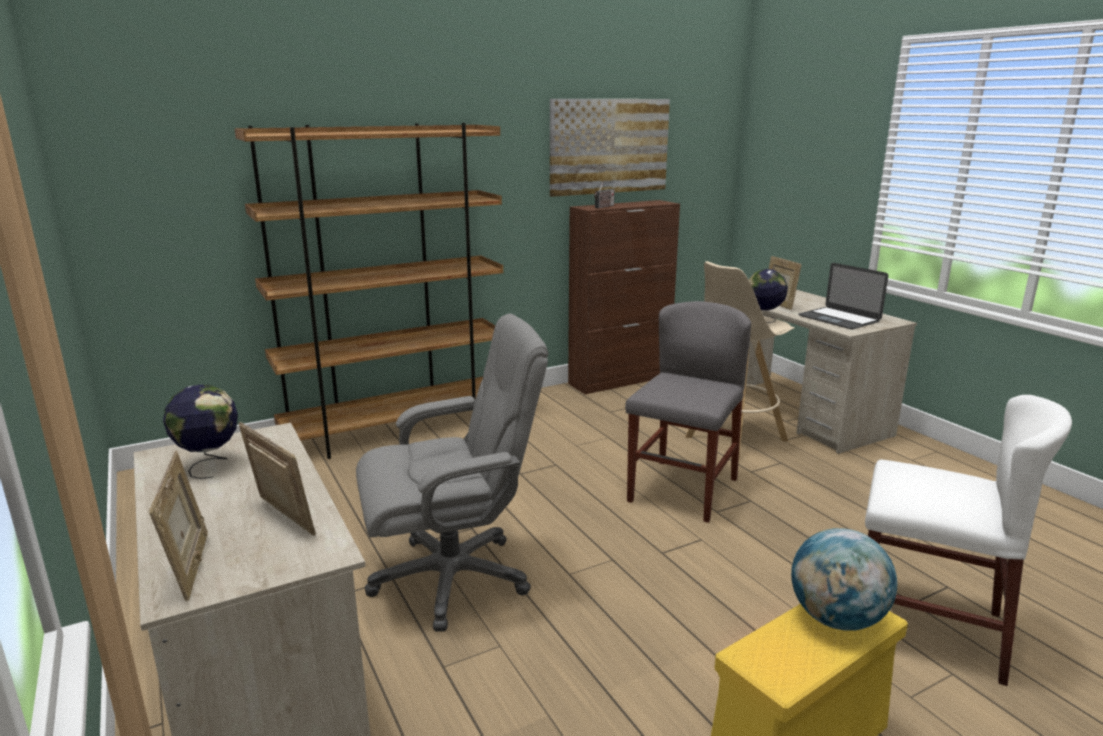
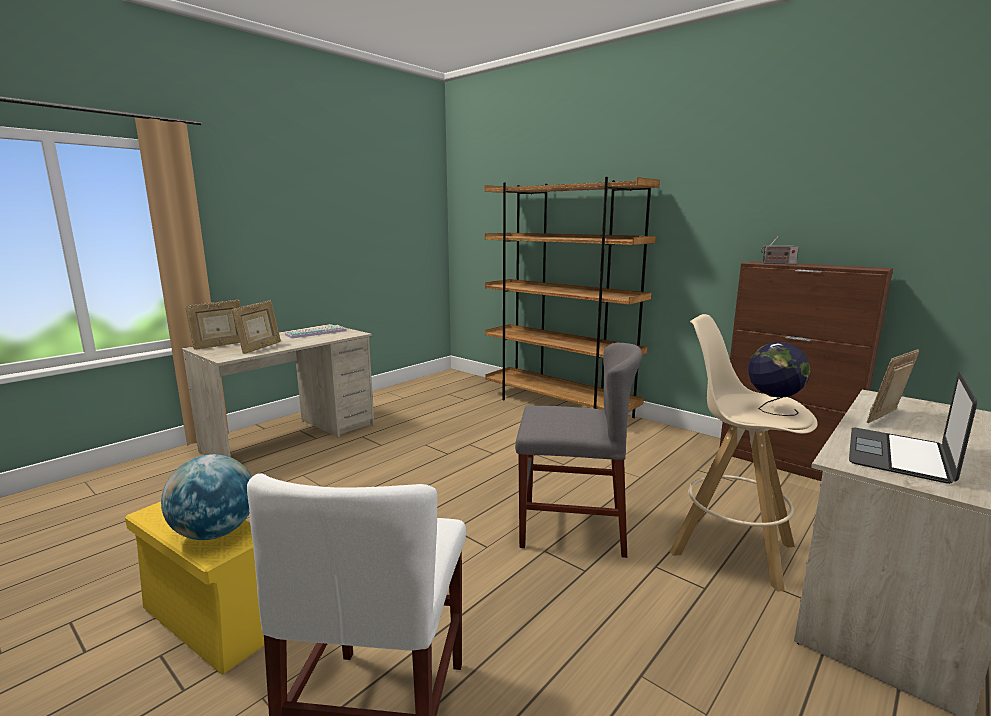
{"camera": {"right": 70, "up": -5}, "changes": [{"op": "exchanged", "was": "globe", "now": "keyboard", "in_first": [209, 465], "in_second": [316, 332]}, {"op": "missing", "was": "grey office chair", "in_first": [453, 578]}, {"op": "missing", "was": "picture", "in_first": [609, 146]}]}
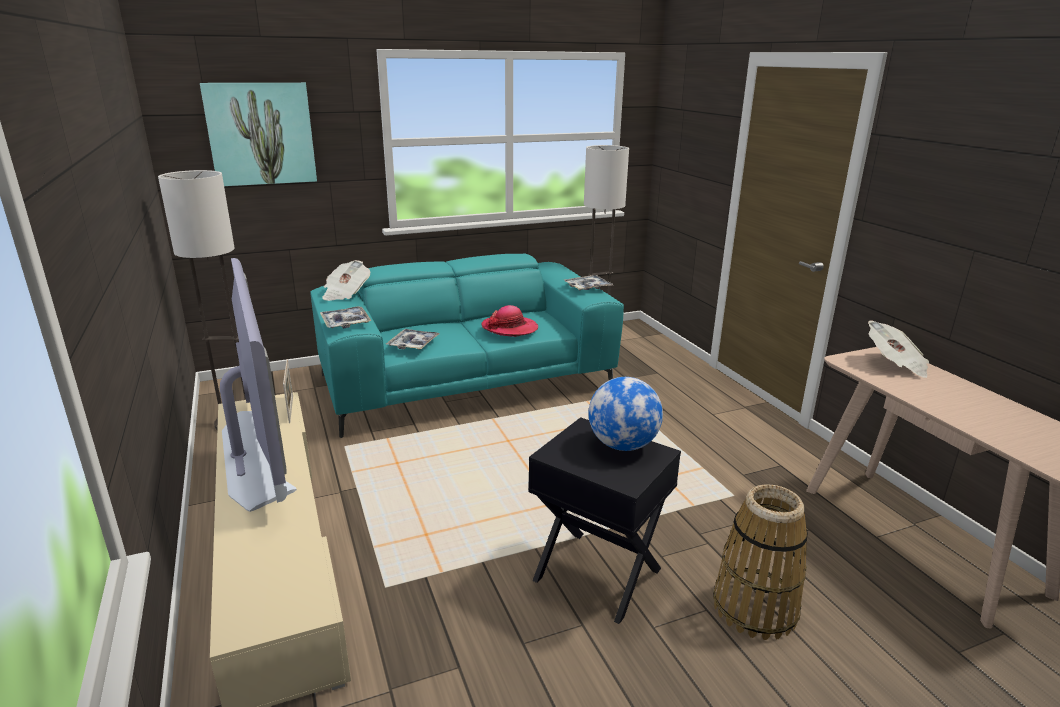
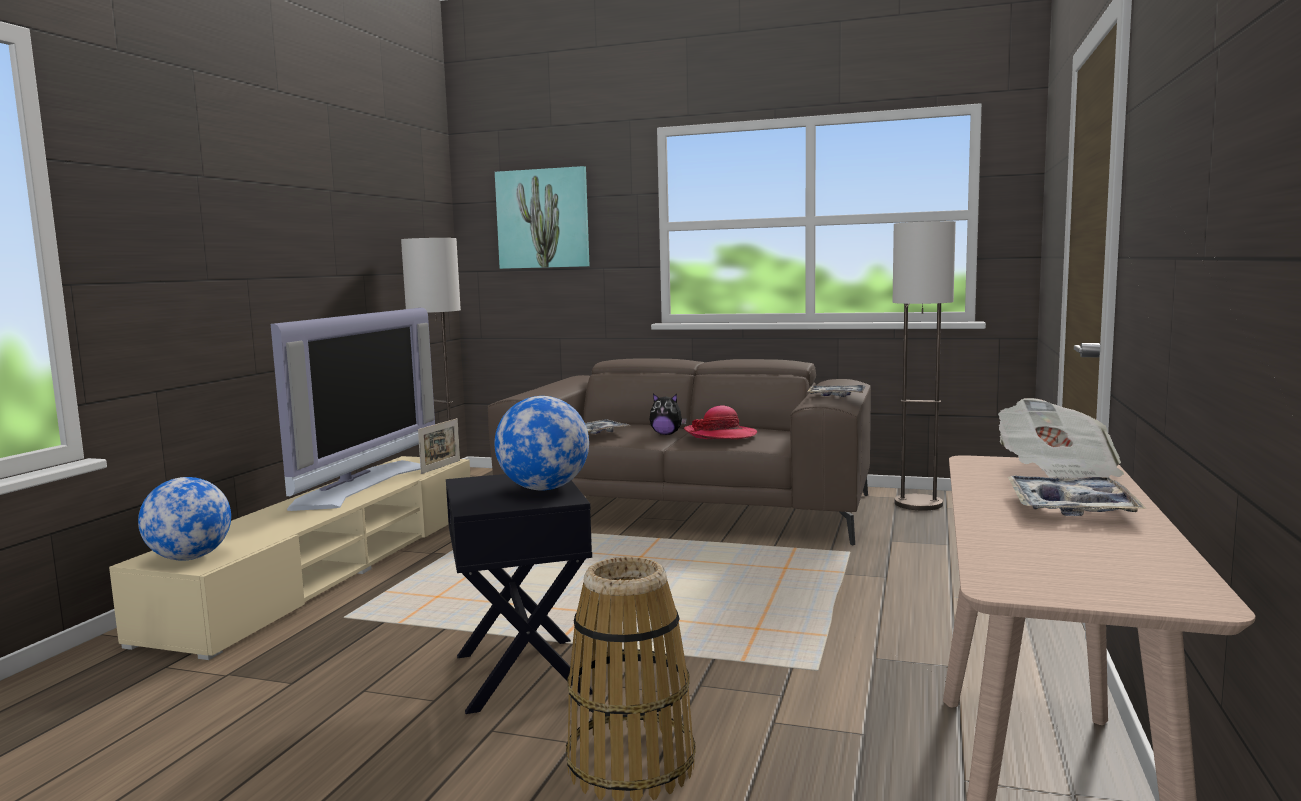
{"camera": {"right": 40, "up": -15}, "changes": [{"op": "appeared", "now": "globe", "in_second": [189, 558]}, {"op": "colour", "was": "turquoise sofa", "now": "brown sofa", "in_first": [466, 382], "in_second": [689, 508]}, {"op": "appeared", "now": "plush toy", "in_second": [666, 434]}, {"op": "relocated", "was": "tray", "in_first": [345, 322], "in_second": [1070, 507]}, {"op": "missing", "was": "newspaper", "in_first": [345, 294]}]}
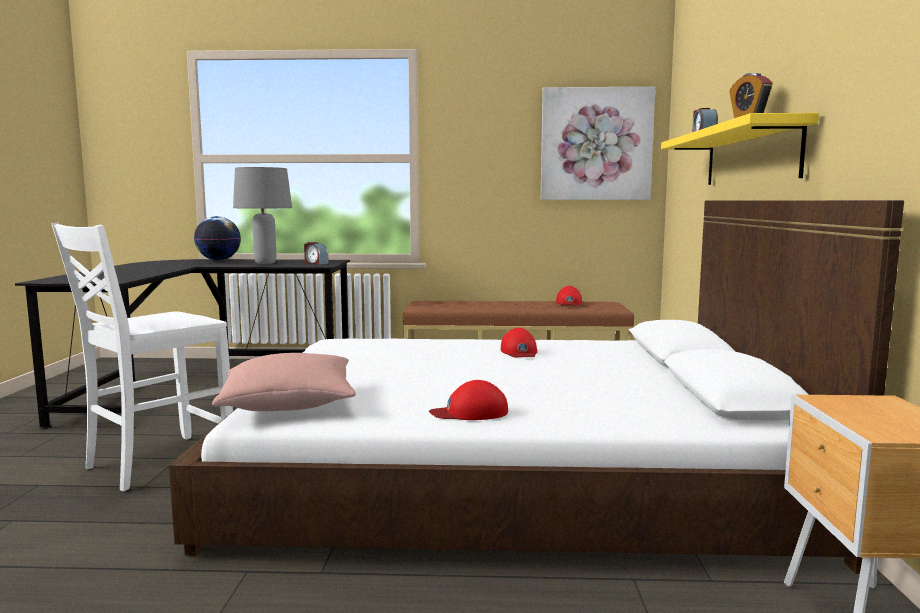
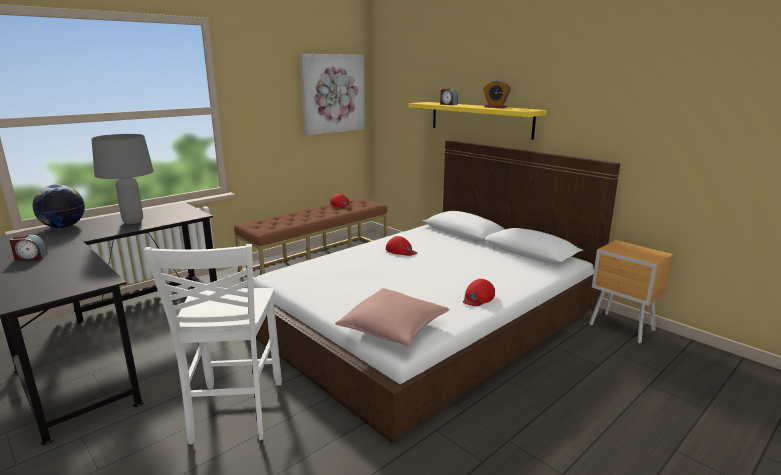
{"camera": {"right": -45, "up": 10}, "changes": [{"op": "relocated", "was": "alarm clock", "in_first": [315, 263], "in_second": [30, 257]}]}
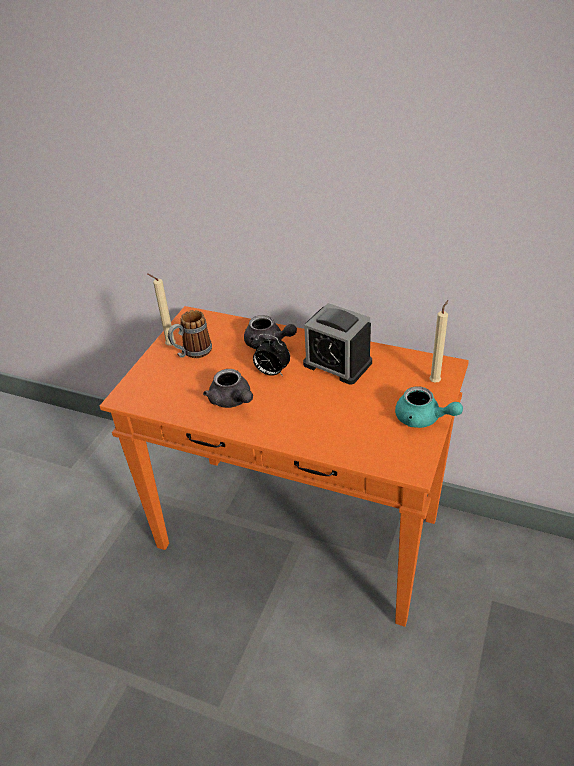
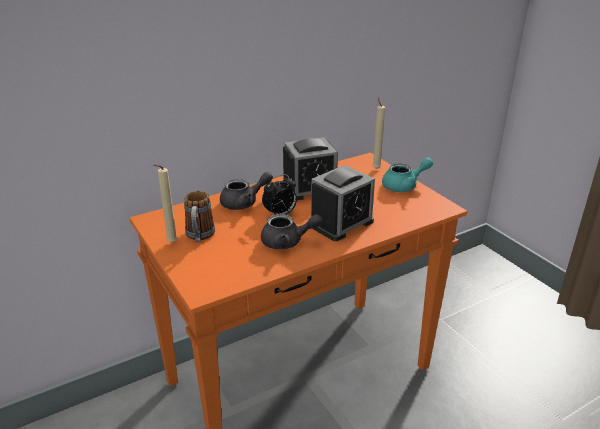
{"camera": {"right": -55, "up": -10}, "changes": [{"op": "appeared", "now": "alarm clock", "in_second": [341, 223]}]}
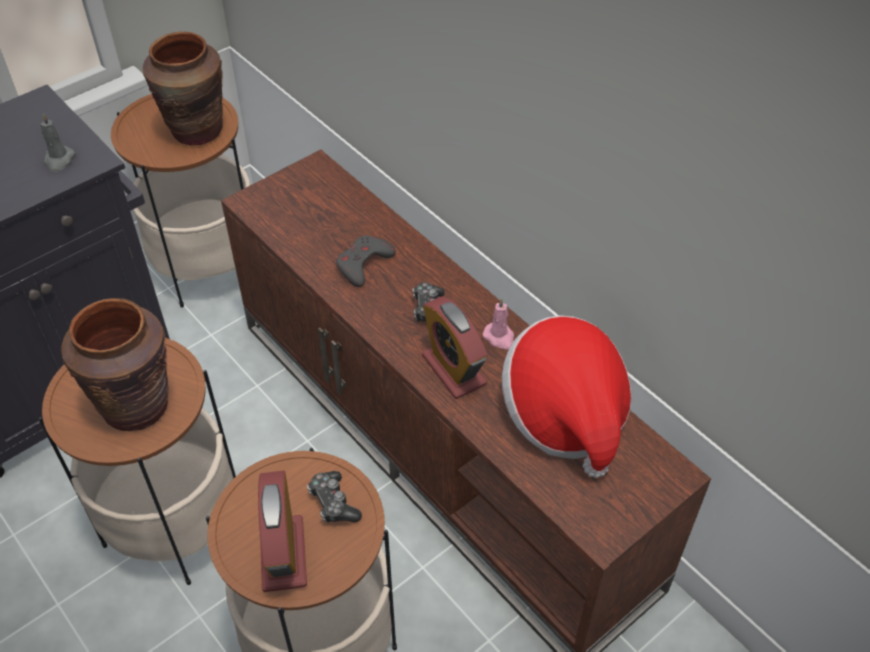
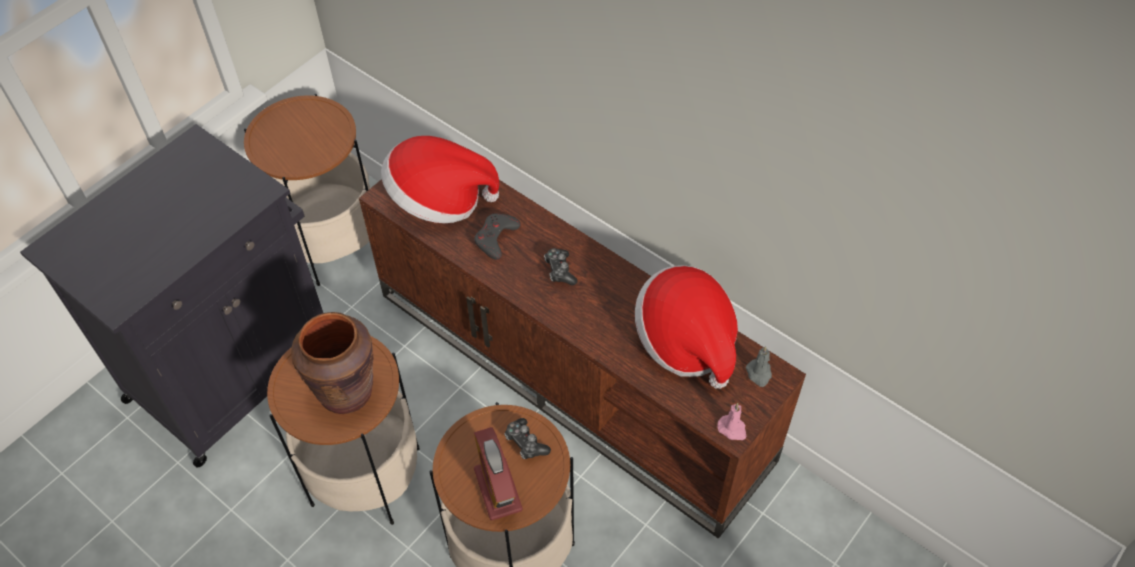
{"camera": {"right": -10, "up": 5}, "changes": [{"op": "appeared", "now": "hat", "in_second": [439, 200]}, {"op": "relocated", "was": "pink candle", "in_first": [499, 337], "in_second": [732, 429]}, {"op": "relocated", "was": "grey candle", "in_first": [59, 160], "in_second": [759, 374]}, {"op": "missing", "was": "brown vase", "in_first": [196, 131]}, {"op": "missing", "was": "alarm clock", "in_first": [453, 370]}]}
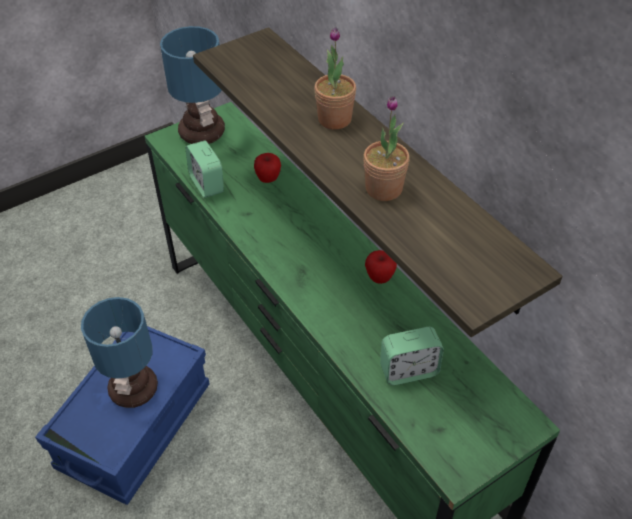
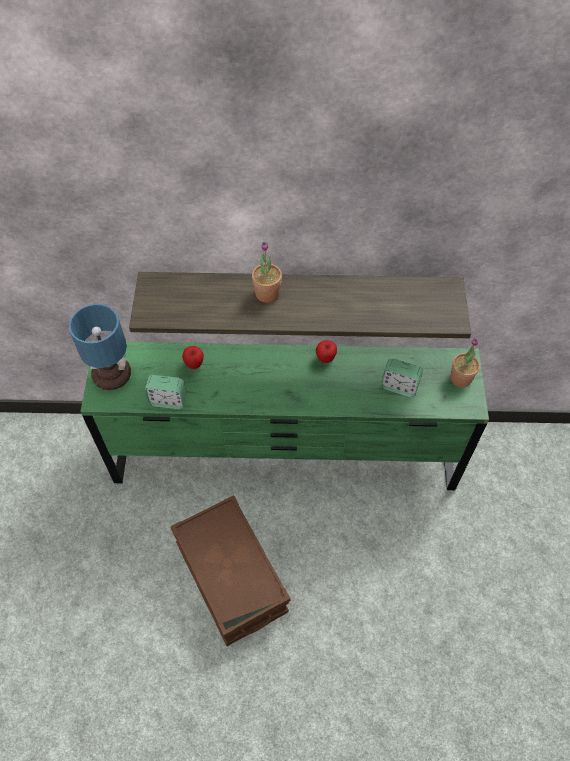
{"camera": {"right": -55, "up": 10}, "changes": [{"op": "colour", "was": "blue storage box", "now": "brown storage box", "in_first": [135, 426], "in_second": [231, 578]}, {"op": "spun", "was": "alarm clock", "in_first": [409, 370], "in_second": [399, 386], "clockwise": 90}, {"op": "relocated", "was": "potted plant", "in_first": [383, 189], "in_second": [460, 378]}, {"op": "missing", "was": "table lamp", "in_first": [133, 387]}]}
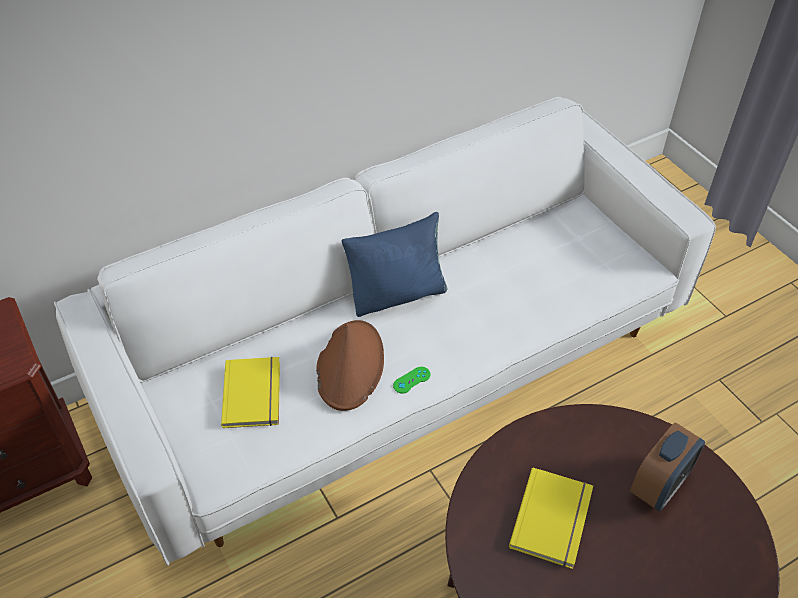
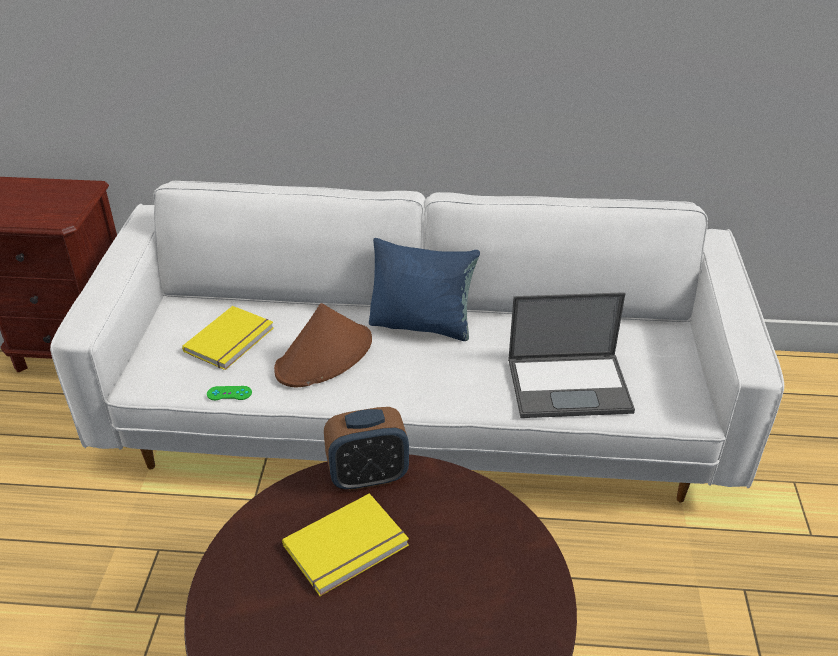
{"camera": {"right": 35, "up": -10}, "changes": [{"op": "relocated", "was": "green game controller", "in_first": [411, 380], "in_second": [229, 393]}, {"op": "relocated", "was": "alarm clock", "in_first": [659, 486], "in_second": [368, 476]}, {"op": "appeared", "now": "laptop", "in_second": [570, 385]}]}
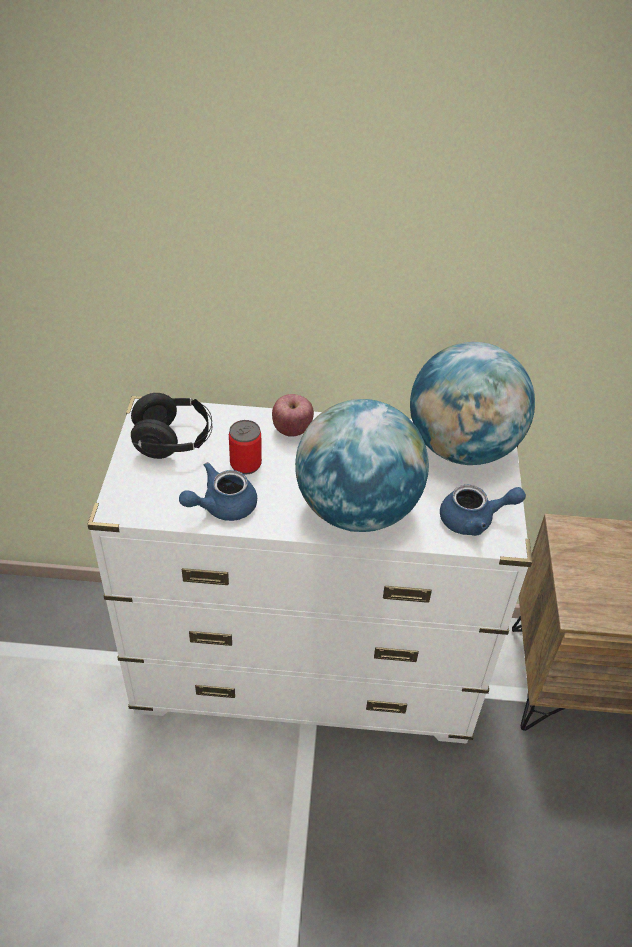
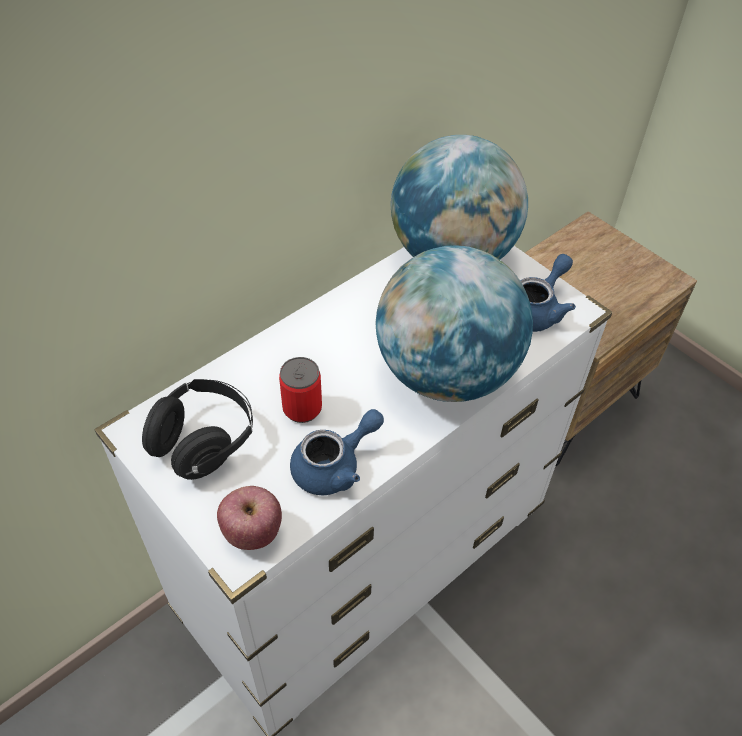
{"camera": {"right": -45, "up": 5}, "changes": [{"op": "relocated", "was": "apple", "in_first": [292, 430], "in_second": [252, 532]}, {"op": "spun", "was": "blue teapot", "in_first": [222, 506], "in_second": [335, 466], "clockwise": -135}]}
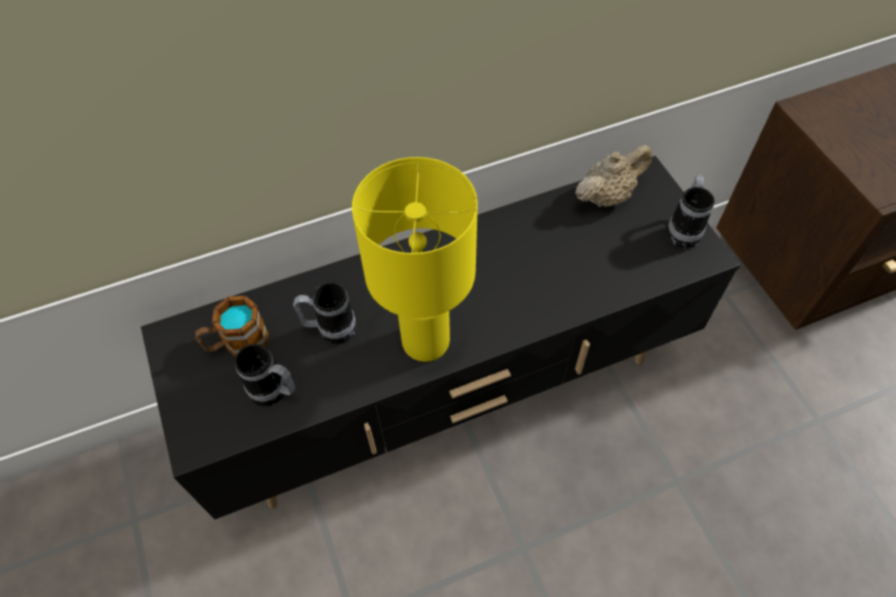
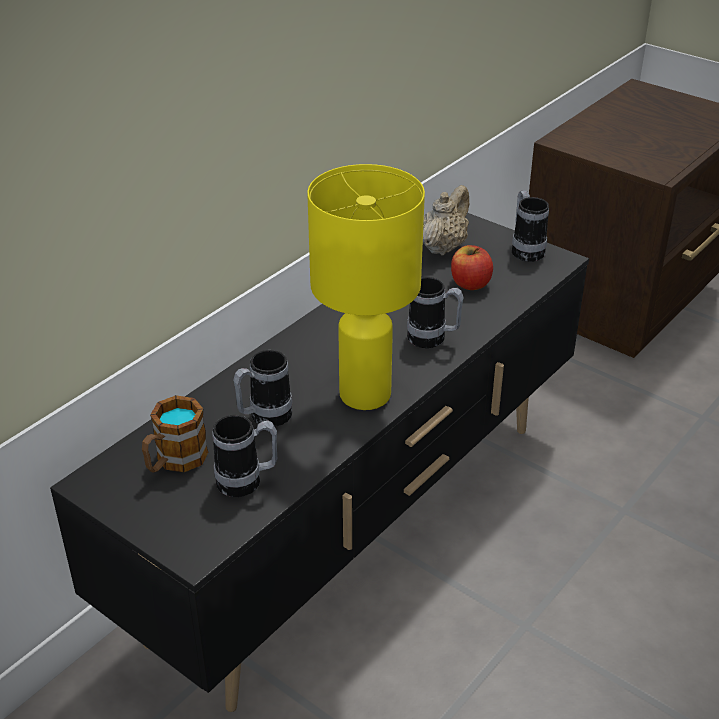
{"camera": {"right": -30, "up": -20}, "changes": [{"op": "appeared", "now": "mug", "in_second": [433, 340]}, {"op": "appeared", "now": "apple", "in_second": [470, 284]}]}
